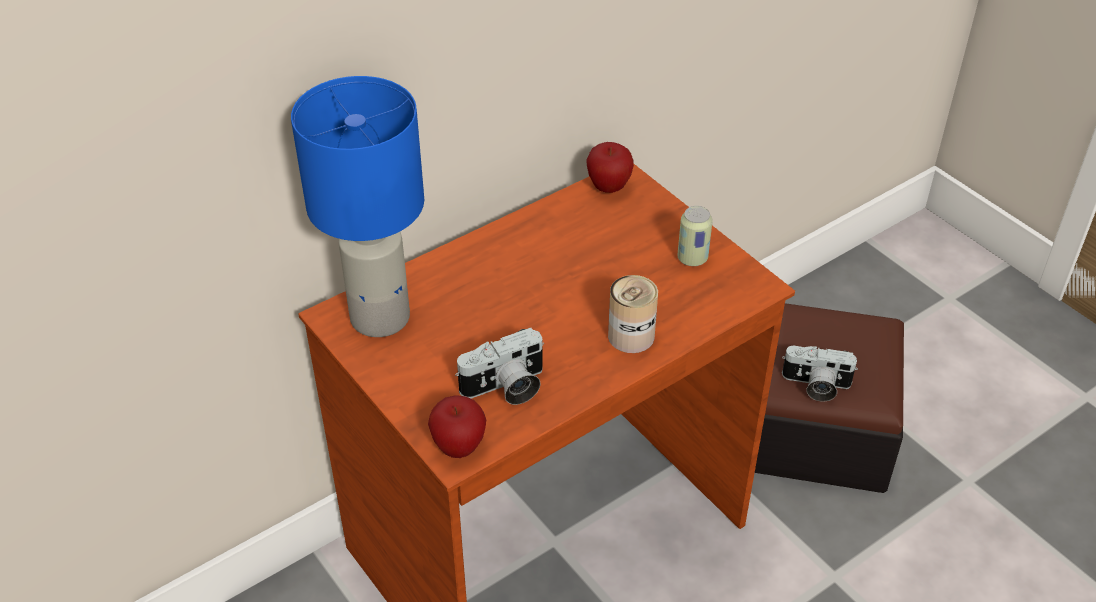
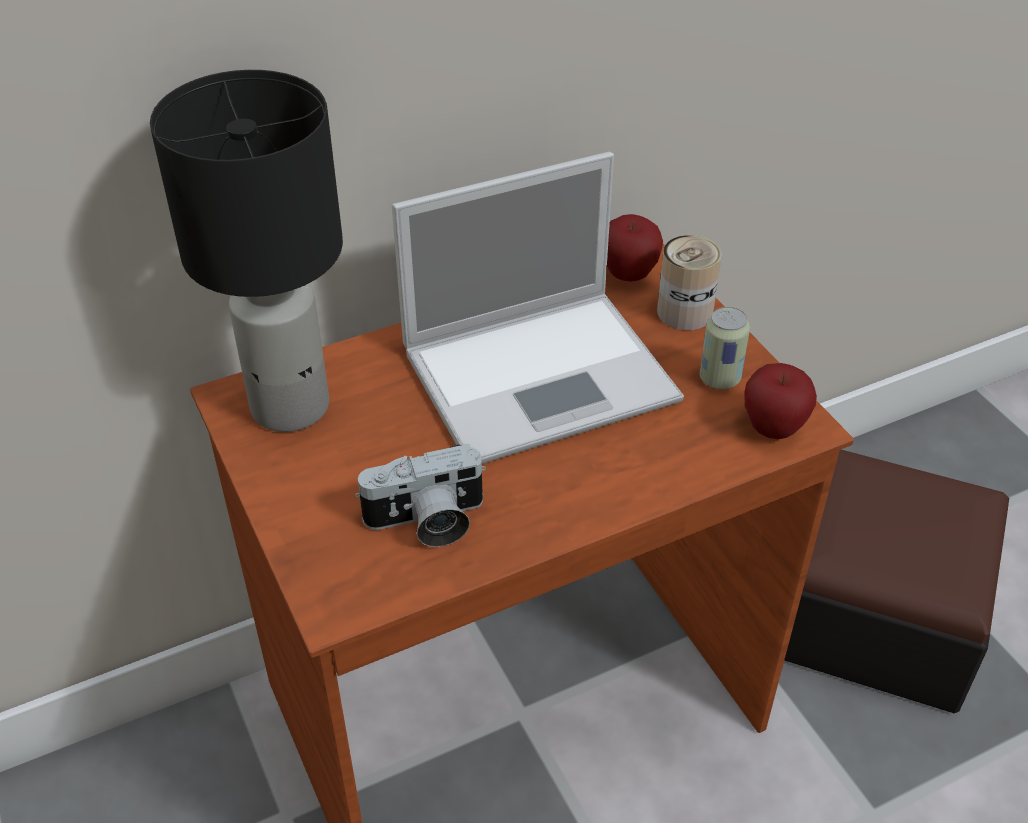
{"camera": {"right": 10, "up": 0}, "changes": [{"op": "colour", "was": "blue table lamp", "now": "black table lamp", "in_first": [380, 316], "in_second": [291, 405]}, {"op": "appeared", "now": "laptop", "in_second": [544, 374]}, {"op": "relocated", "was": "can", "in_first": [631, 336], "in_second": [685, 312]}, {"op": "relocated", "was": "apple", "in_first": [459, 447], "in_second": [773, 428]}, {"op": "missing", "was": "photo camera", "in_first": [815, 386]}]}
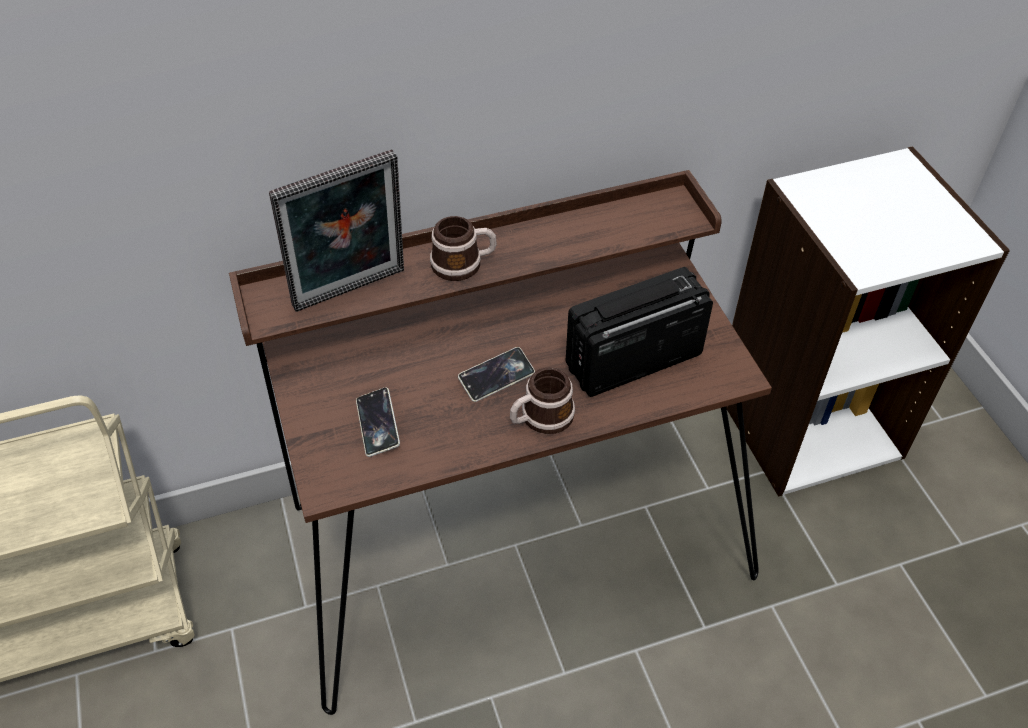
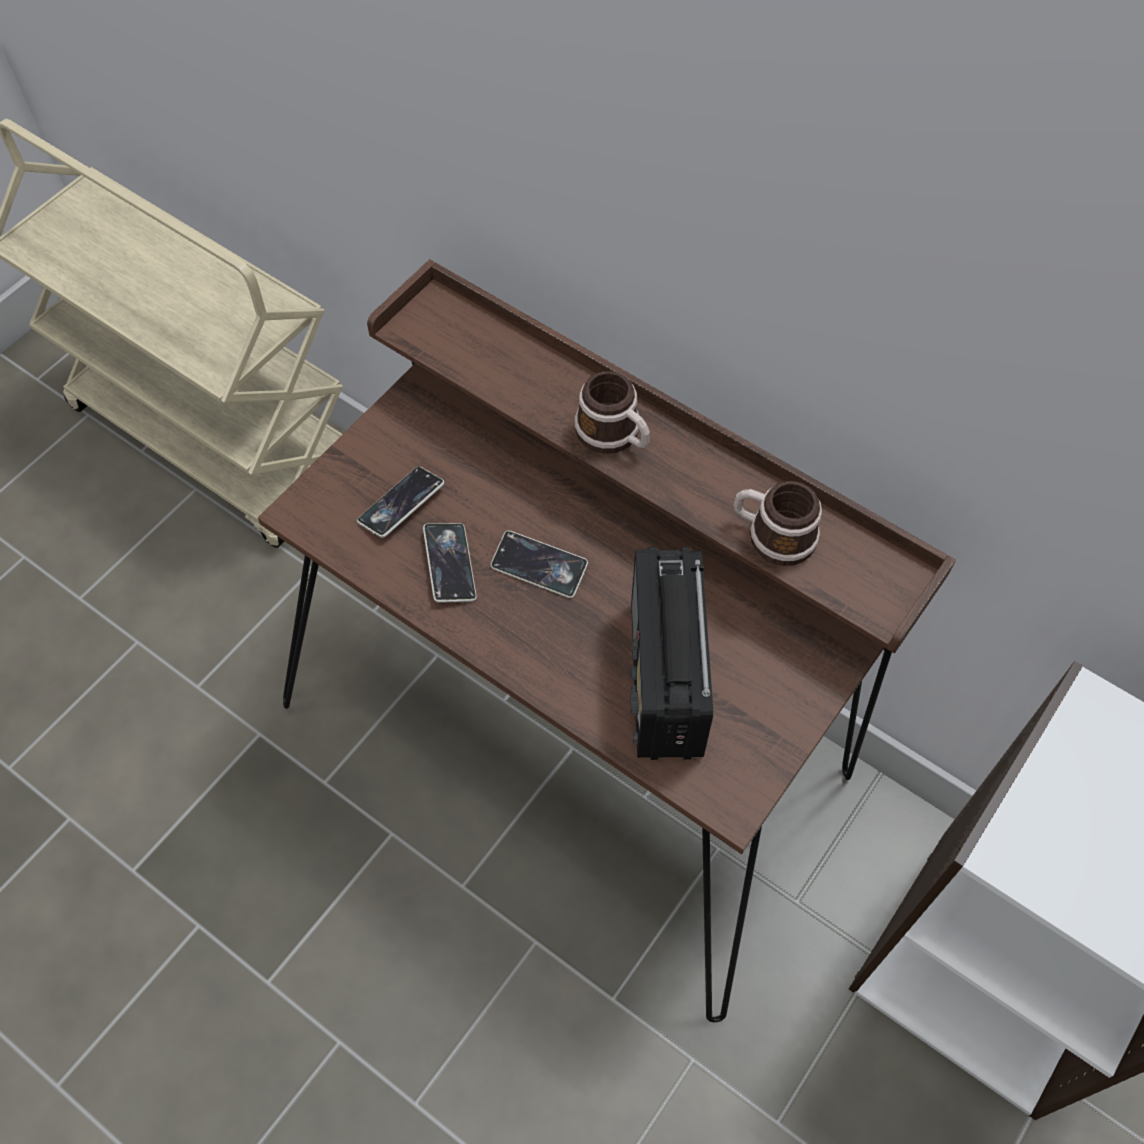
{"camera": {"right": 55, "up": 10}, "changes": [{"op": "appeared", "now": "phone", "in_second": [450, 565]}, {"op": "spun", "was": "radio", "in_first": [632, 360], "in_second": [665, 681], "clockwise": -120}, {"op": "relocated", "was": "mug", "in_first": [540, 418], "in_second": [772, 534]}, {"op": "missing", "was": "picture frame", "in_first": [352, 292]}]}
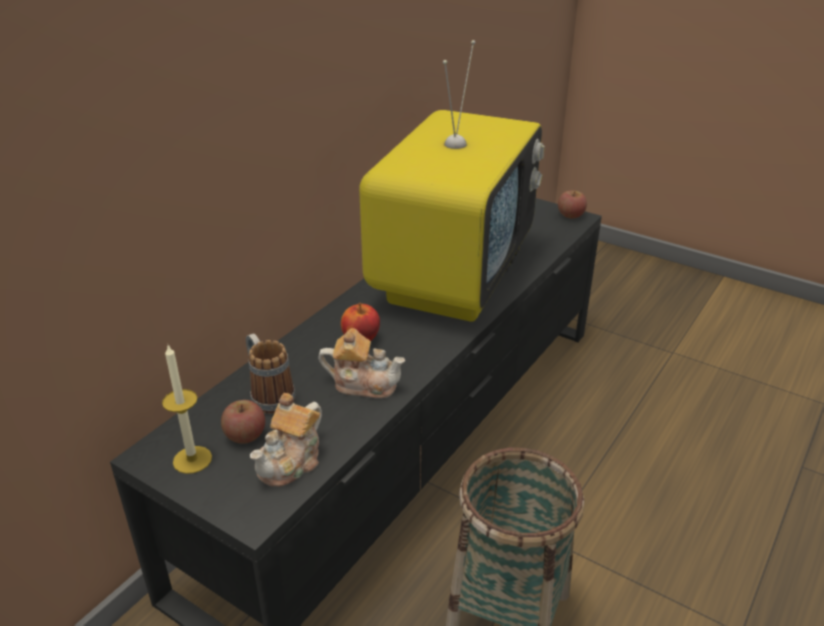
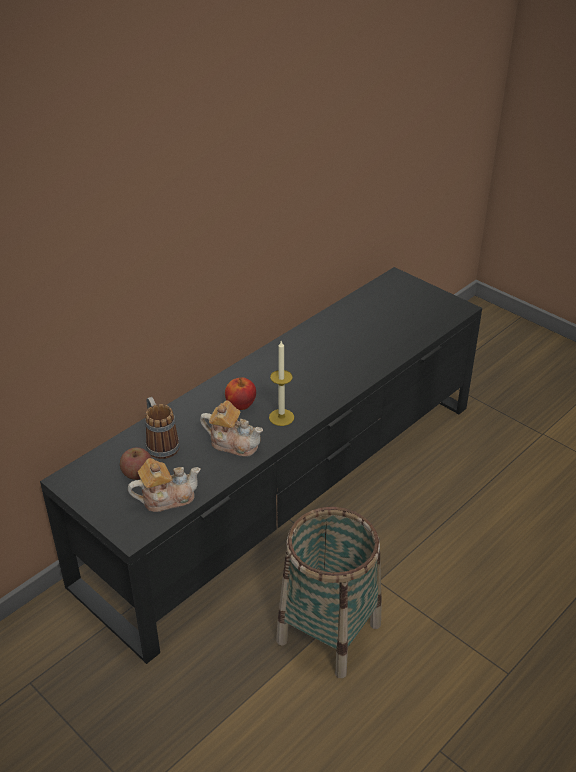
{"camera": {"right": 10, "up": 5}, "changes": [{"op": "spun", "was": "teapot", "in_first": [292, 462], "in_second": [166, 498], "clockwise": -150}, {"op": "relocated", "was": "candle", "in_first": [192, 459], "in_second": [281, 417]}, {"op": "missing", "was": "television", "in_first": [452, 277]}, {"op": "missing", "was": "apple", "in_first": [570, 215]}]}
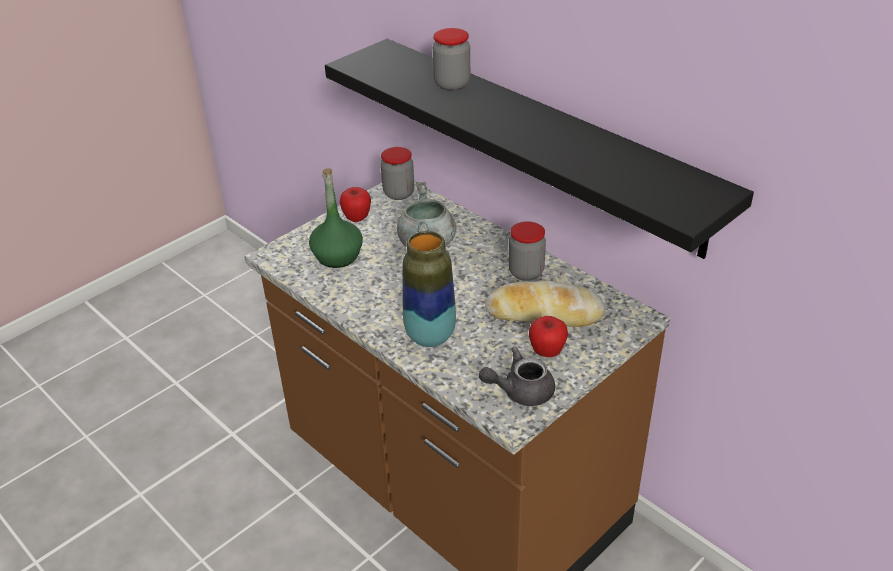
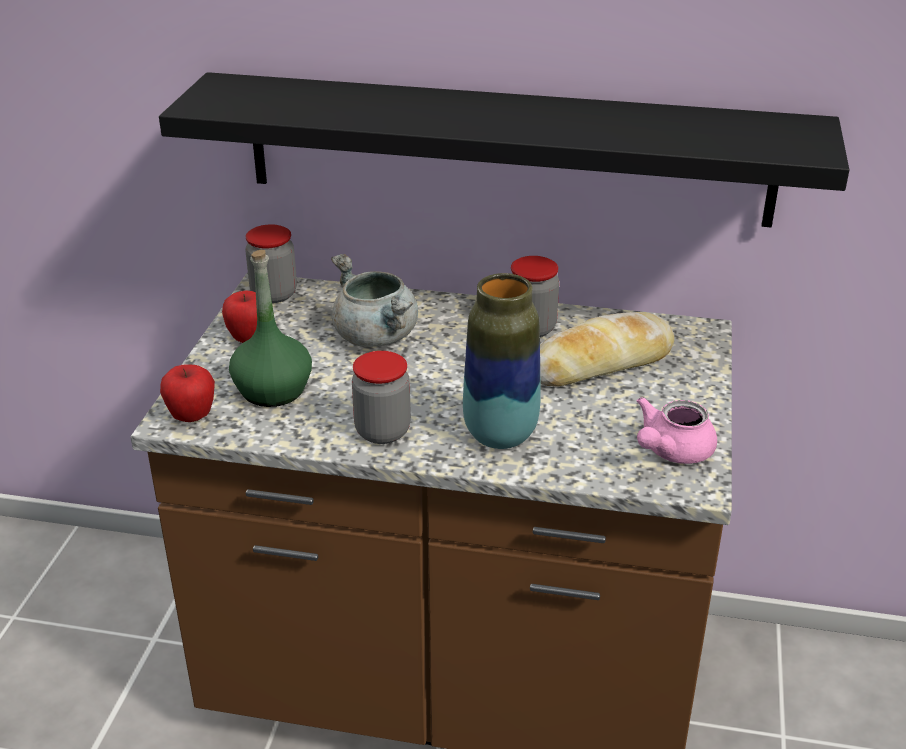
{"camera": {"right": -35, "up": -5}, "changes": [{"op": "relocated", "was": "apple", "in_first": [547, 352], "in_second": [192, 417]}, {"op": "relocated", "was": "jar", "in_first": [452, 84], "in_second": [382, 431]}, {"op": "colour", "was": "grey teapot", "now": "pink teapot", "in_first": [520, 391], "in_second": [671, 451]}]}
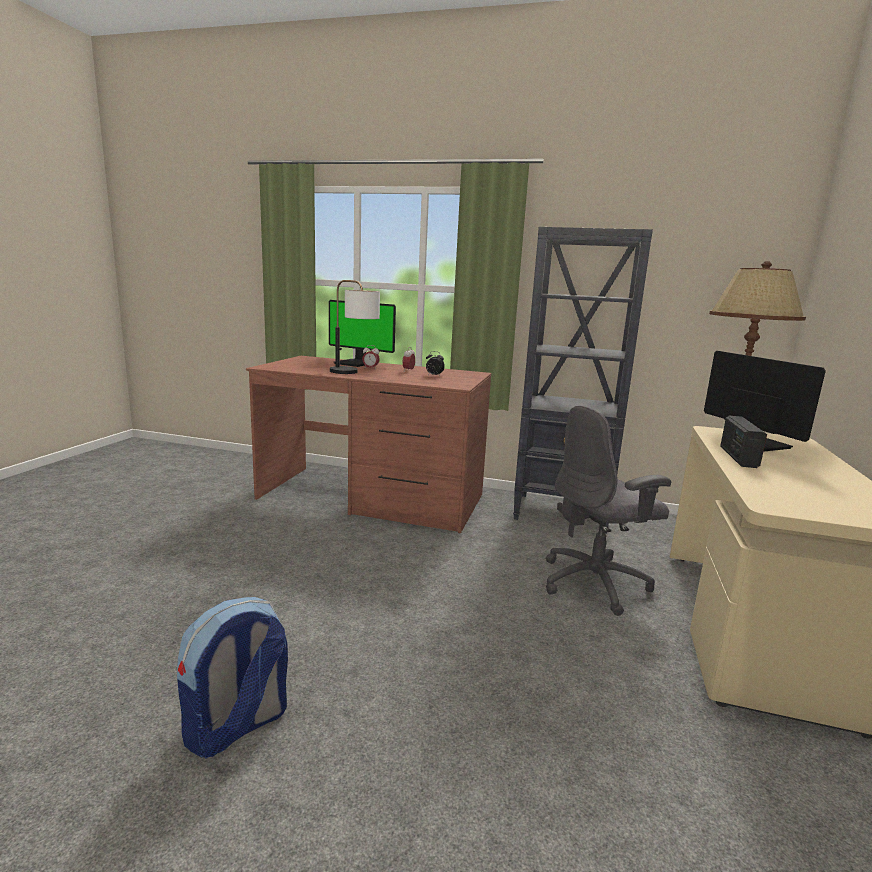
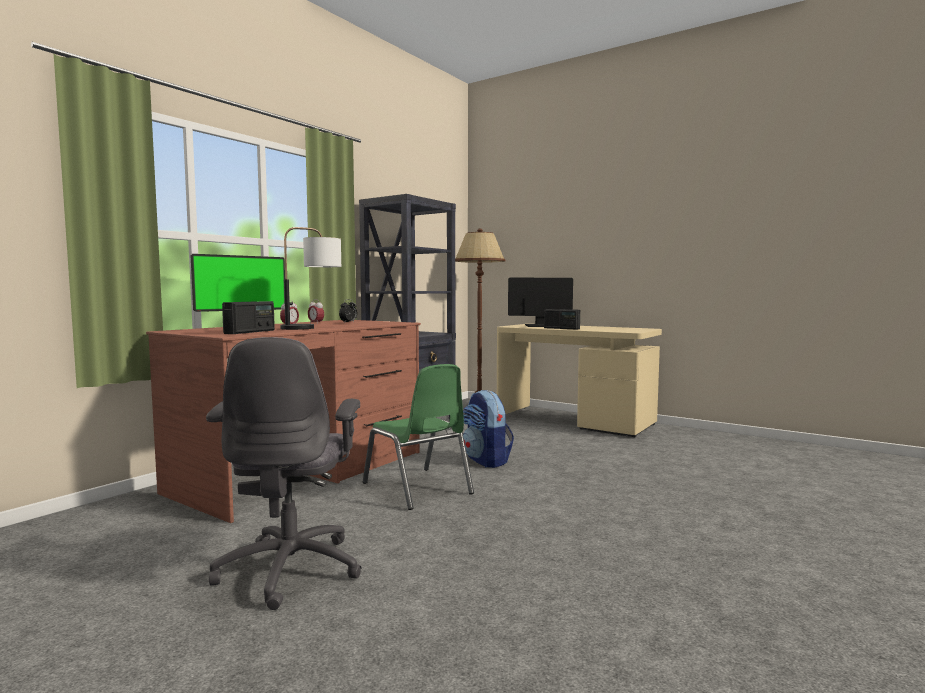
{"camera": {"right": -70, "up": -10}, "changes": [{"op": "relocated", "was": "grey office chair", "in_first": [595, 583], "in_second": [291, 568]}, {"op": "appeared", "now": "radio", "in_second": [250, 332]}, {"op": "appeared", "now": "green chair", "in_second": [417, 488]}, {"op": "relocated", "was": "backpack", "in_first": [237, 727], "in_second": [486, 461]}]}
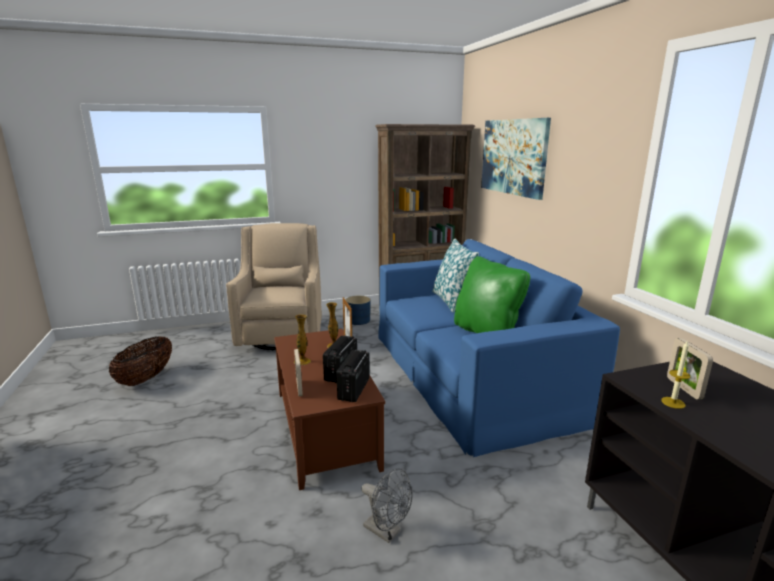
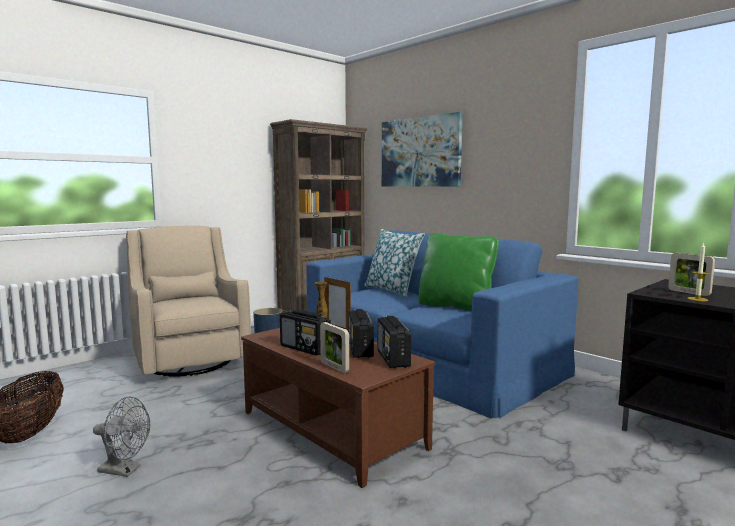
{"camera": {"right": -25, "up": -10}, "changes": [{"op": "relocated", "was": "grey fan", "in_first": [387, 531], "in_second": [125, 470]}, {"op": "exchanged", "was": "vase", "now": "radio", "in_first": [302, 361], "in_second": [305, 349]}]}
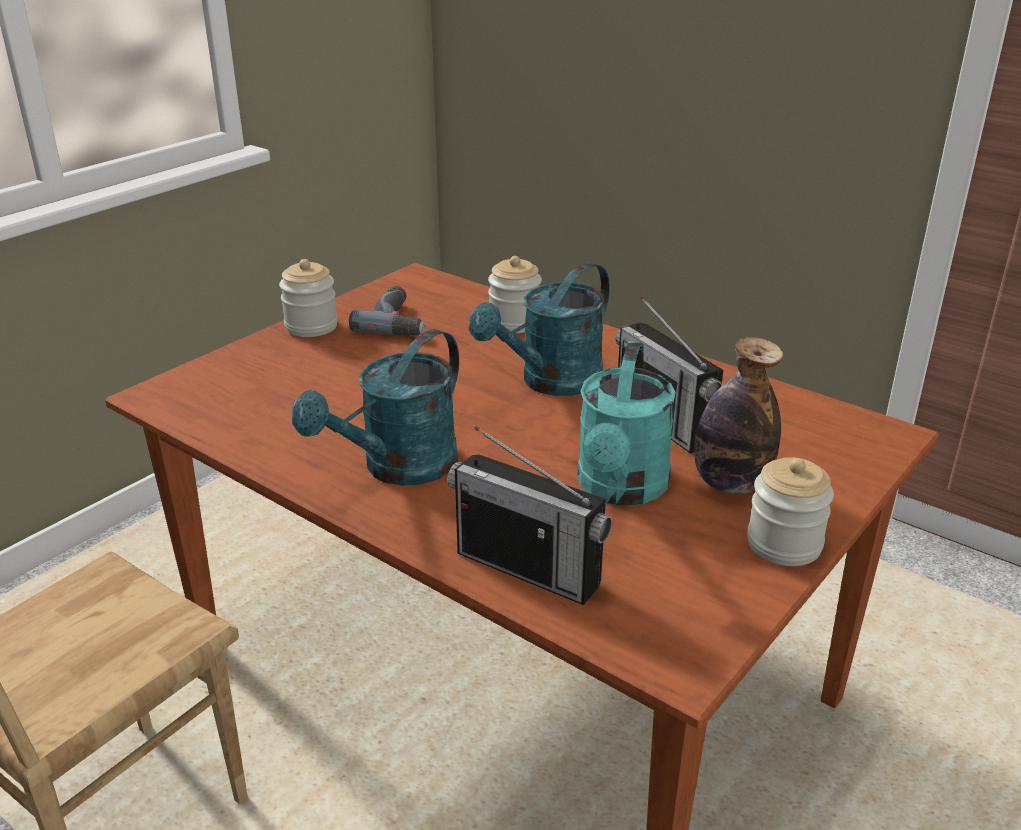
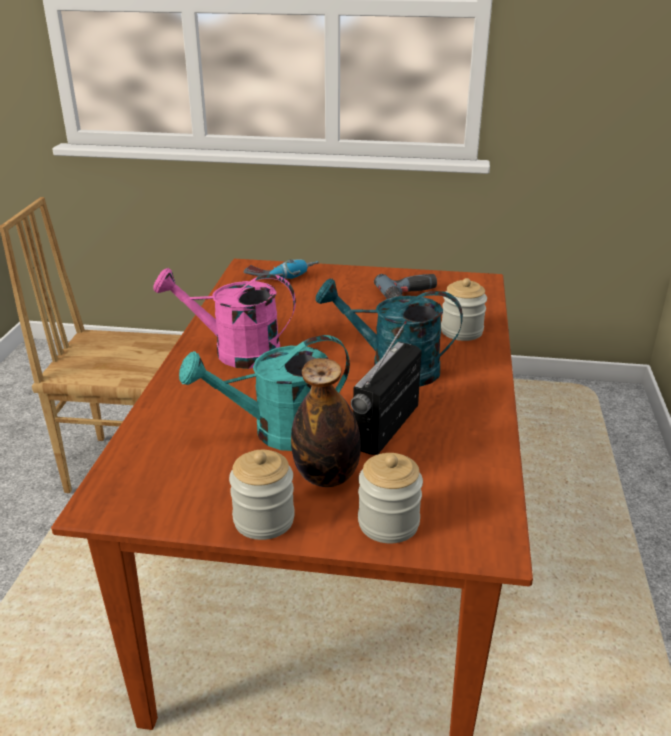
{"camera": {"right": 60, "up": 0}, "changes": [{"op": "colour", "was": "turquoise watering can", "now": "pink watering can", "in_first": [398, 468], "in_second": [235, 352]}, {"op": "appeared", "now": "power drill", "in_second": [282, 276]}, {"op": "relocated", "was": "jar", "in_first": [311, 326], "in_second": [388, 523]}, {"op": "missing", "was": "radio", "in_first": [528, 568]}]}
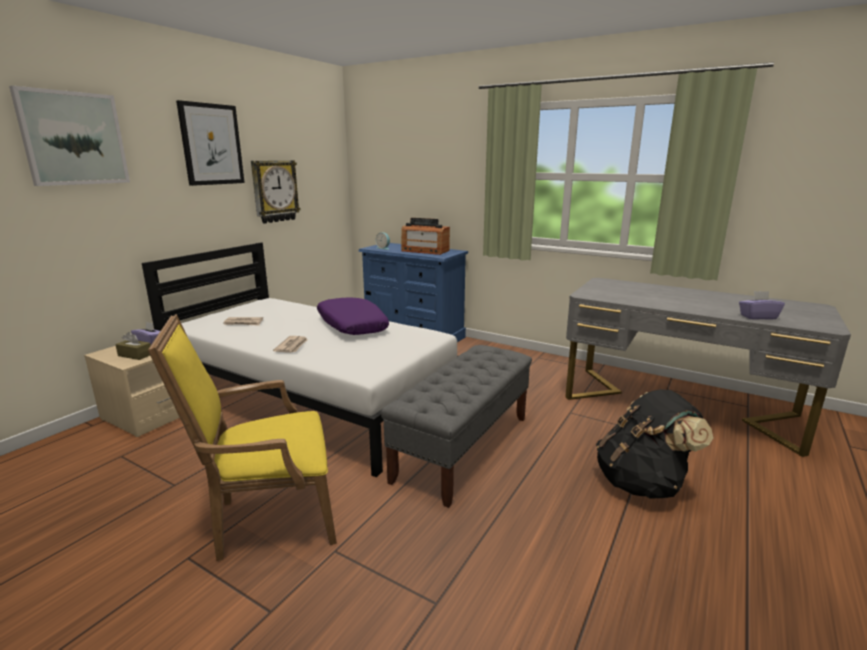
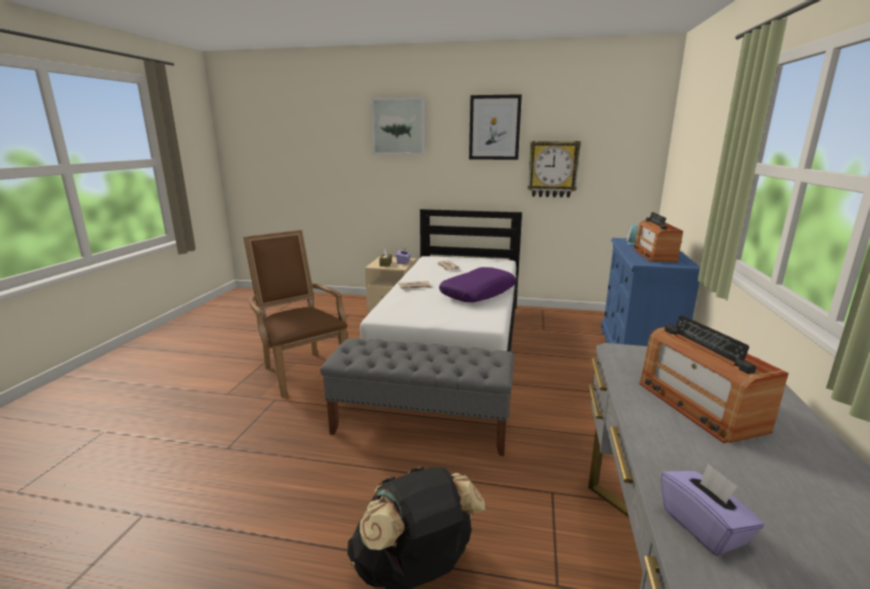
{"camera": {"right": 70, "up": 0}, "changes": [{"op": "colour", "was": "yellow armchair", "now": "brown armchair", "in_first": [268, 519], "in_second": [301, 370]}, {"op": "appeared", "now": "radio", "in_second": [698, 406]}]}
